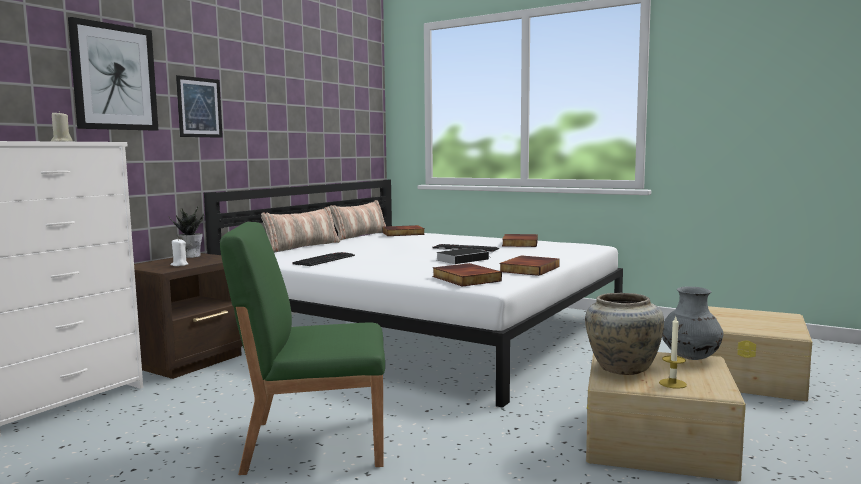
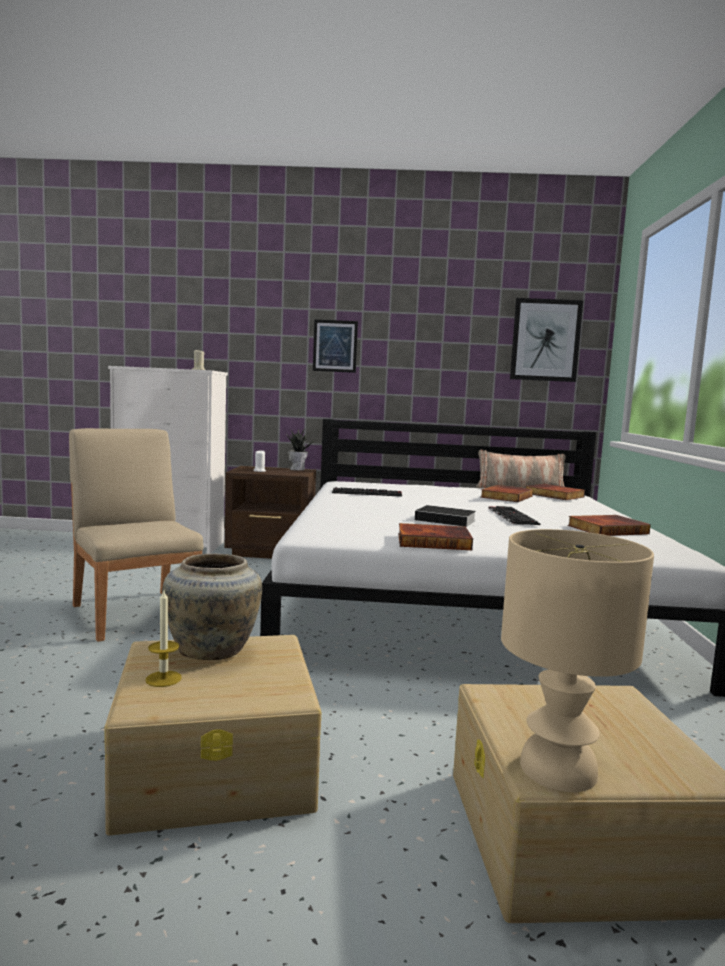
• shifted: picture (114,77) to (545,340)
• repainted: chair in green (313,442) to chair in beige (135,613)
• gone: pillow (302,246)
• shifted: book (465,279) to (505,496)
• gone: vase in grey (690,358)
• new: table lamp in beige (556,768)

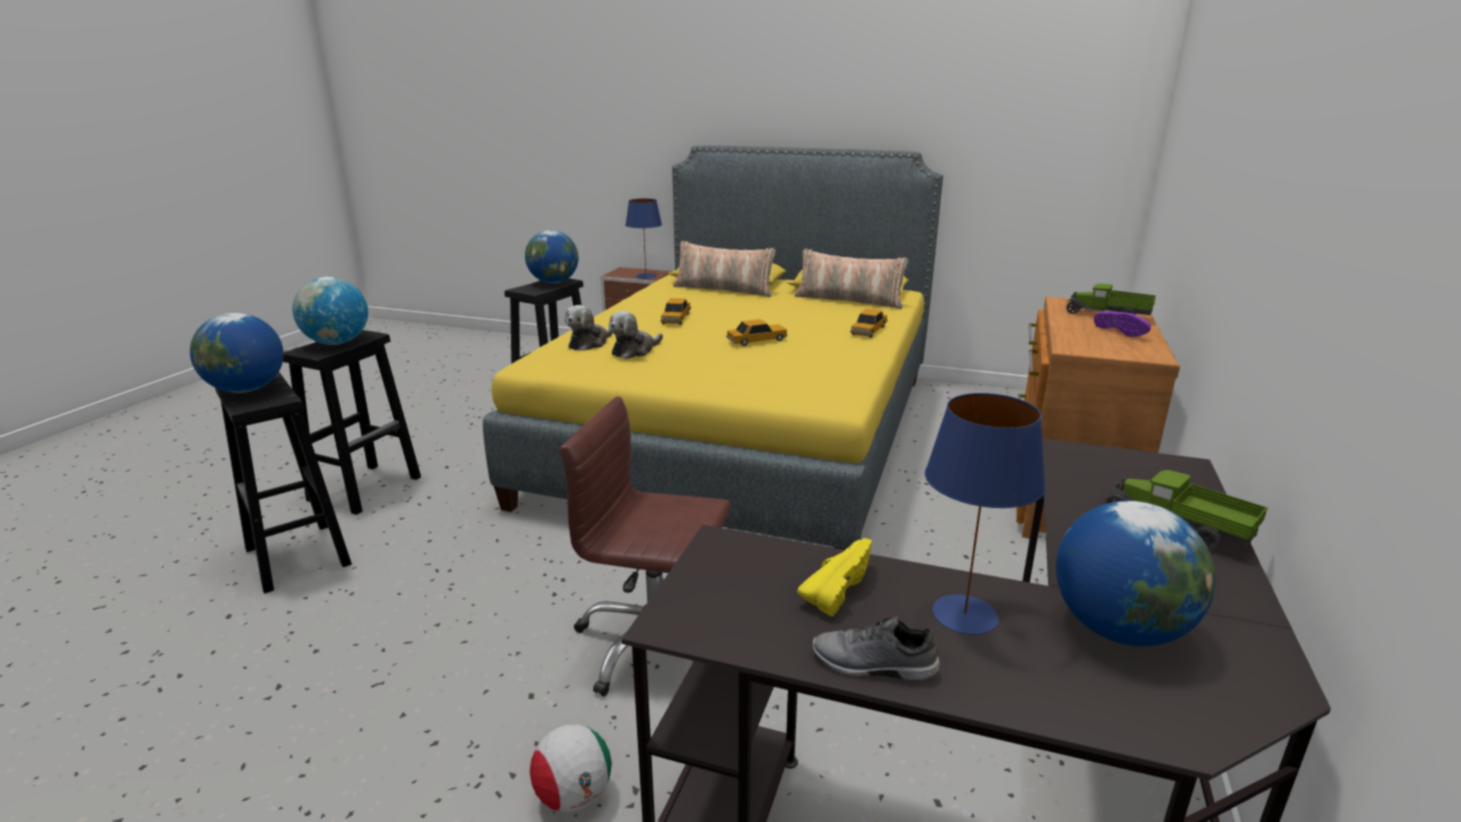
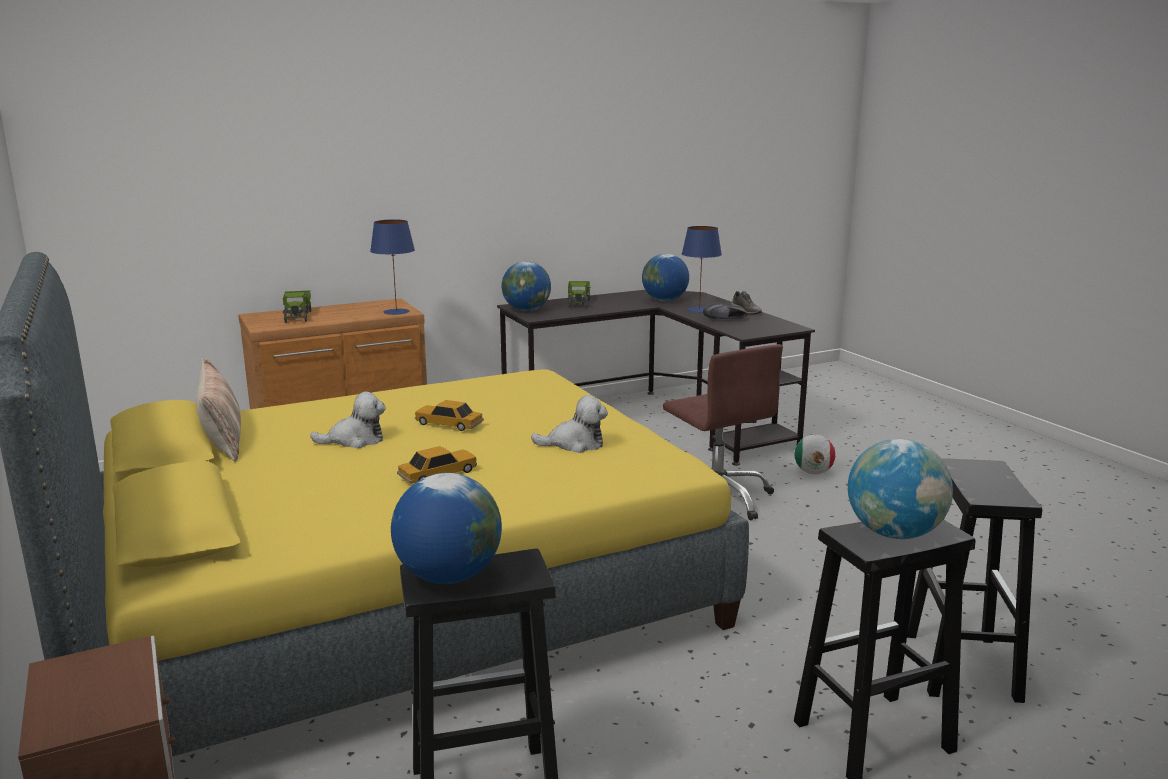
• shifted: globe (247,390) to (527,310)
• shifted: plush toy (589,343) to (355,440)
• shifted: table lamp in blue (646,276) to (396,311)
• gone: pillow (724,290)
• repainted: shoe in yellow (834,587) to shoe in black (726,320)
• gone: toy car (868,330)
• gone: shoe in purple (1123,332)

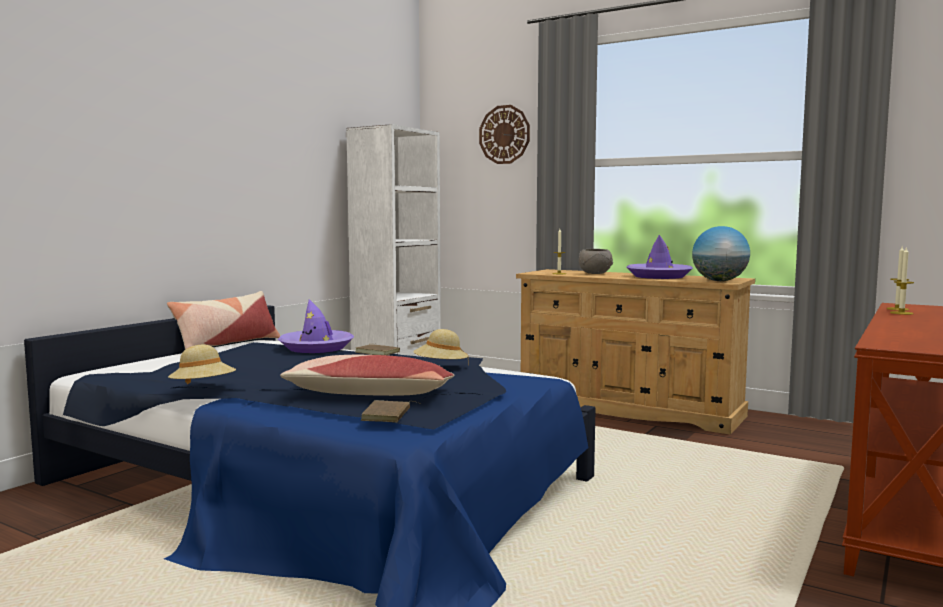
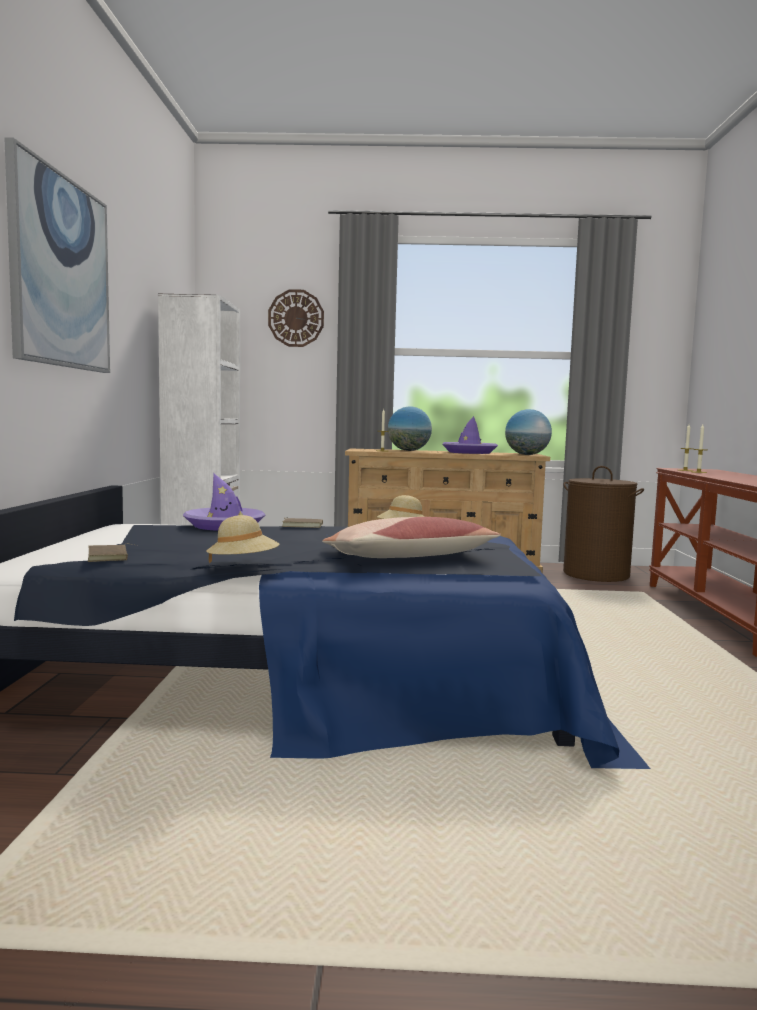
• gone: pillow (227,344)
• shifted: book in brown (388,415) to (110,556)
• swapped: bowl in grey (594,273) to globe (408,450)
• new: picture (61,272)
• new: laundry basket in brown (596,574)

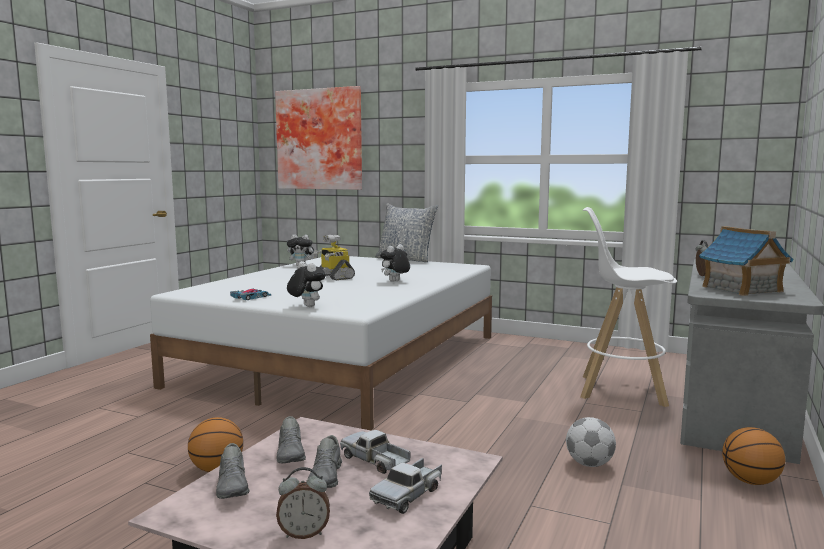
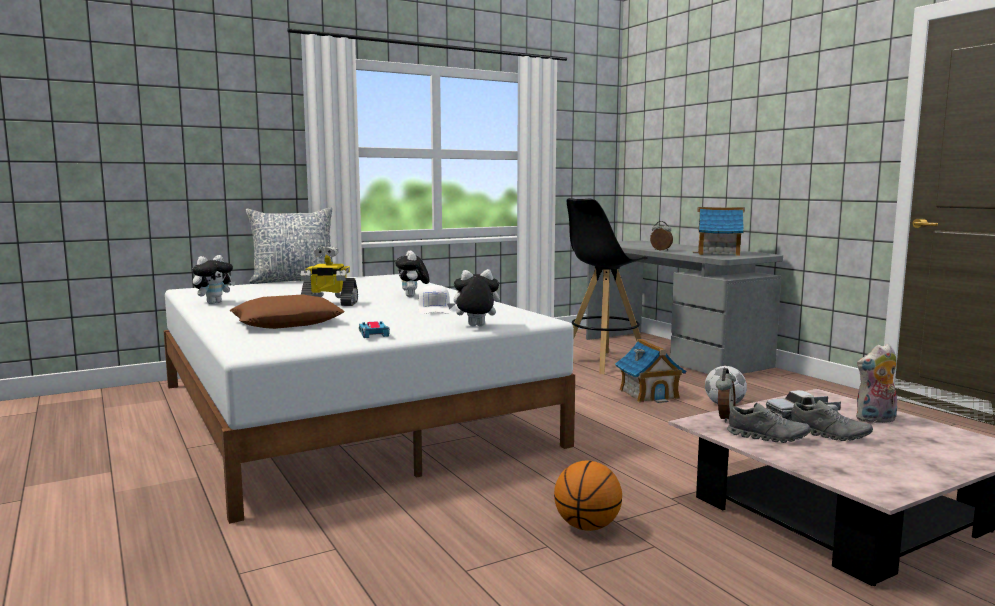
• gone: shoe in grey (233,486)
• gone: picture (320,139)
• shifted: alarm clock (304,533) to (724,418)
• swapped: toy truck (408,495) to plush toy (875,420)
• repainted: stool in white (621,390) to stool in black (603,362)
• gone: basketball (751,481)
• new: pillow in brown (287,322)
• new: cap in white (434,309)
• new: toy house (649,394)

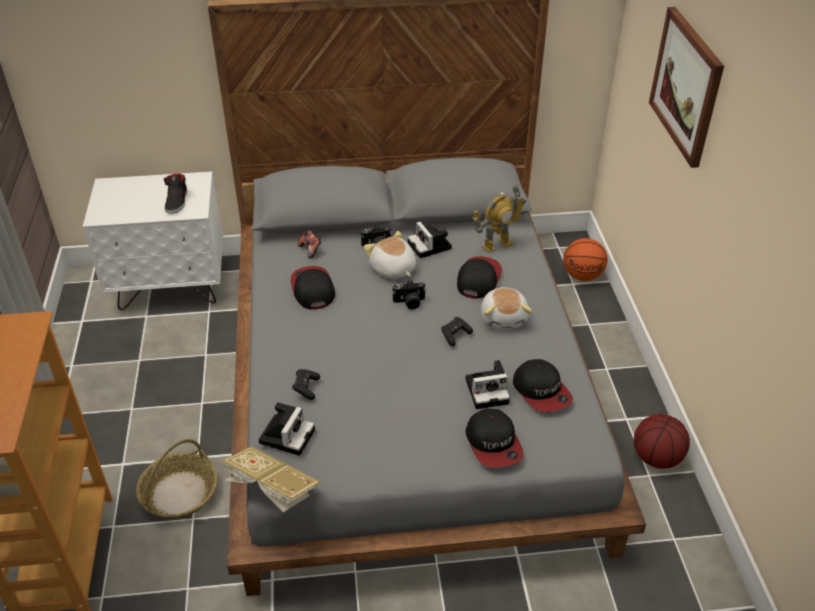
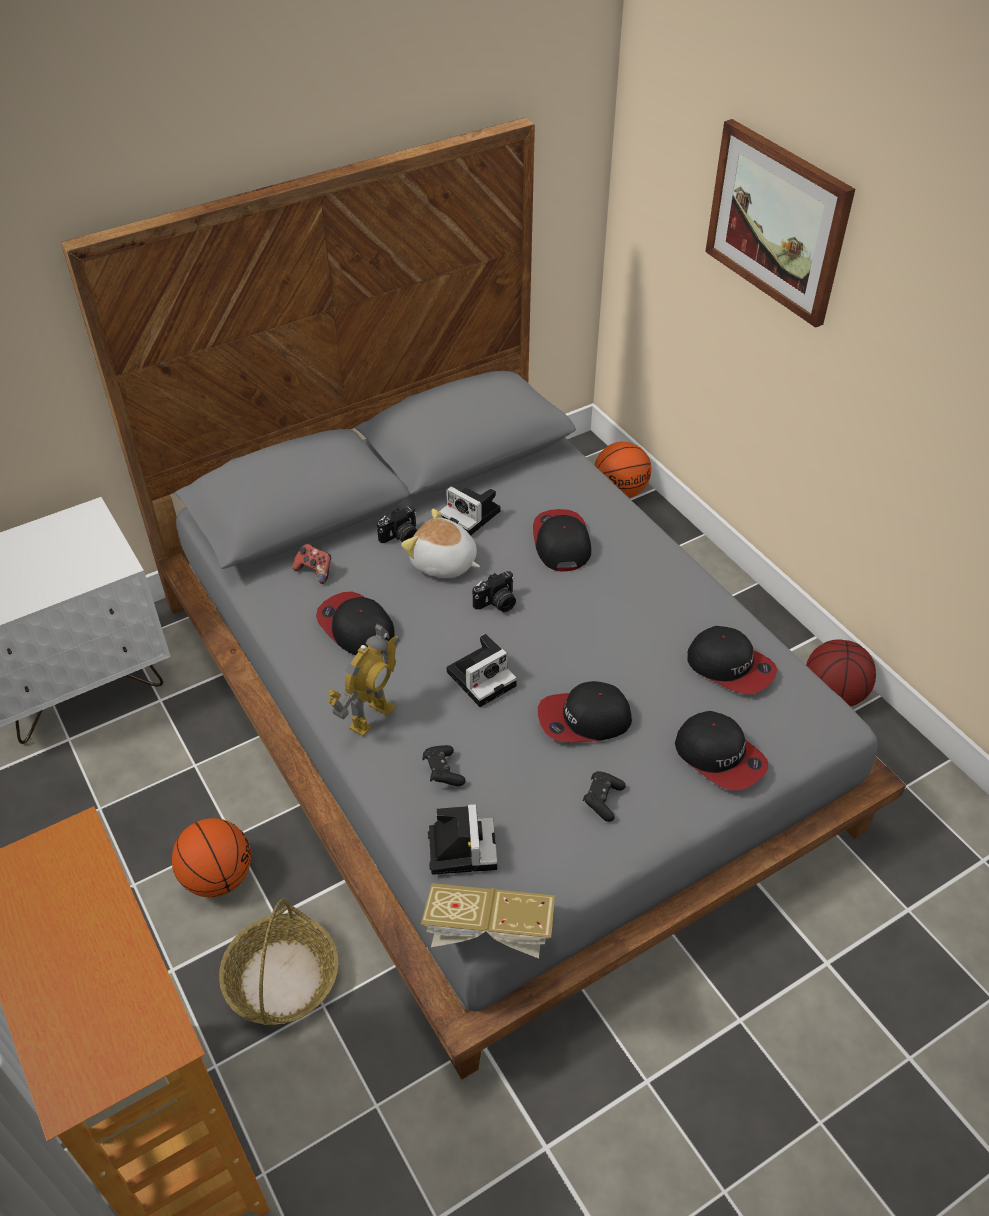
• gone: shoe in black (177,201)
• shifted: game controller in black (455,335) to (602,800)
• shifted: photo camera (488,390) to (482,677)
• shifted: toy robot (497,245) to (371,716)
• gone: plush toy (504,318)
• new: basketball (217,877)
• new: cap (584,719)

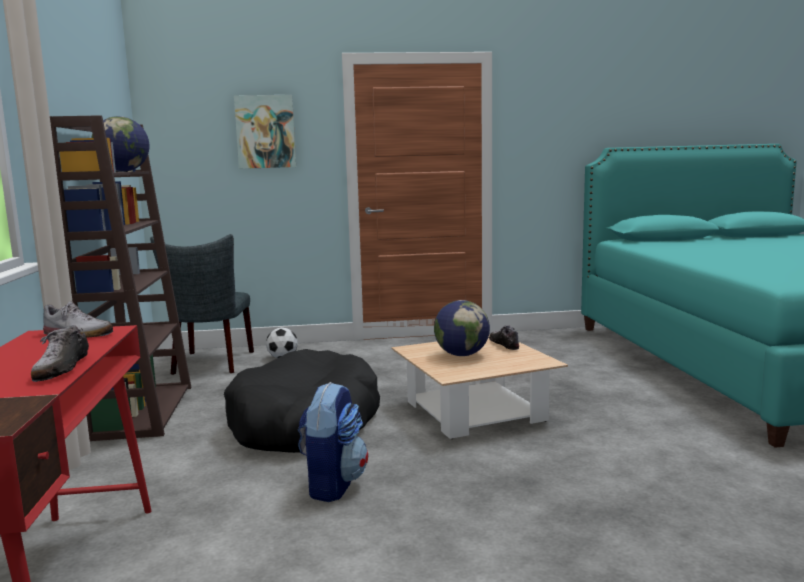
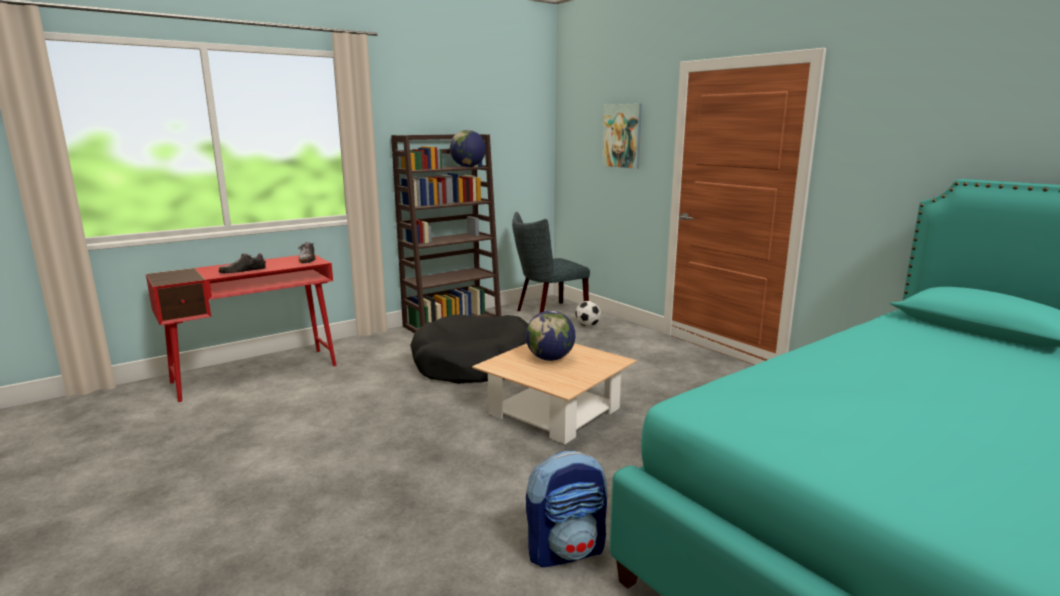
• shifted: backpack (332,484) to (566,550)
• gone: shoe (504,344)

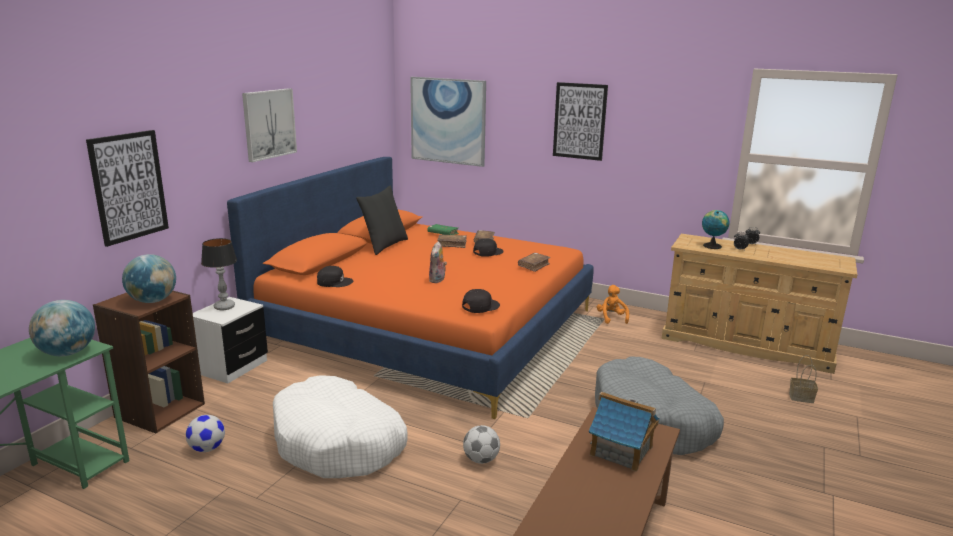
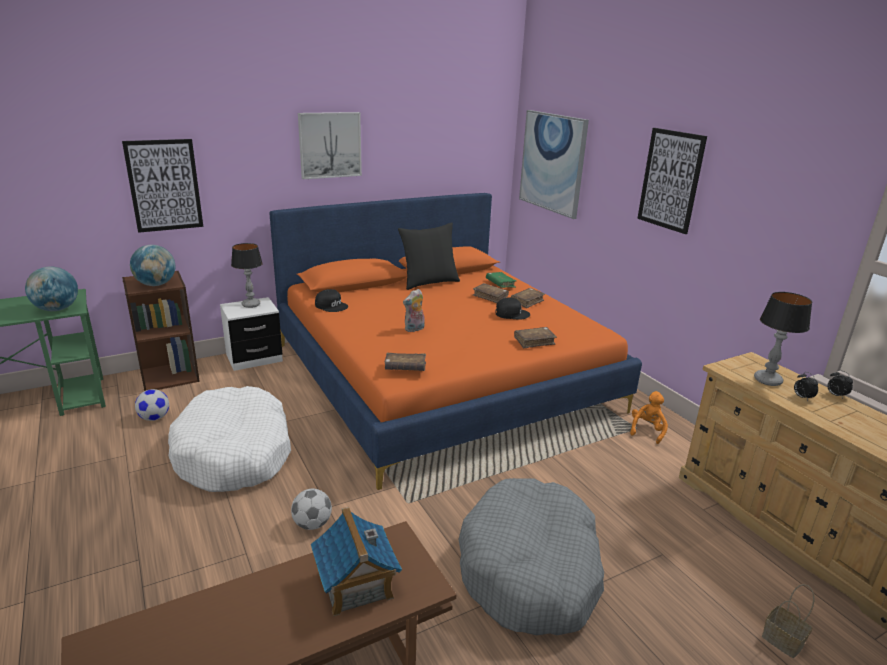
• swapped: cap in black (480,306) to book in brown (405,367)
• swapped: globe (712,246) to table lamp (767,380)

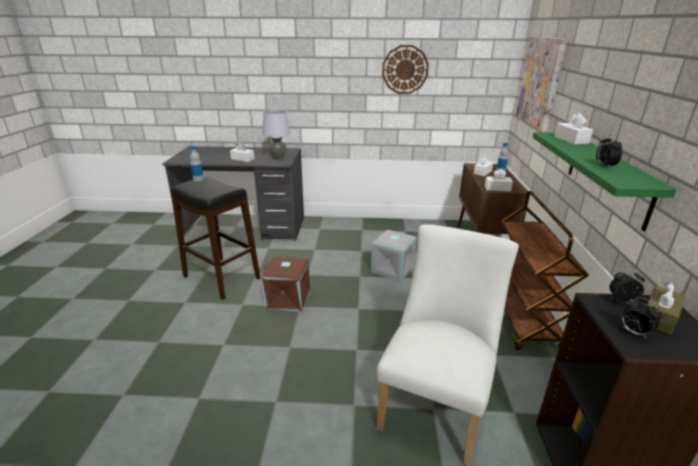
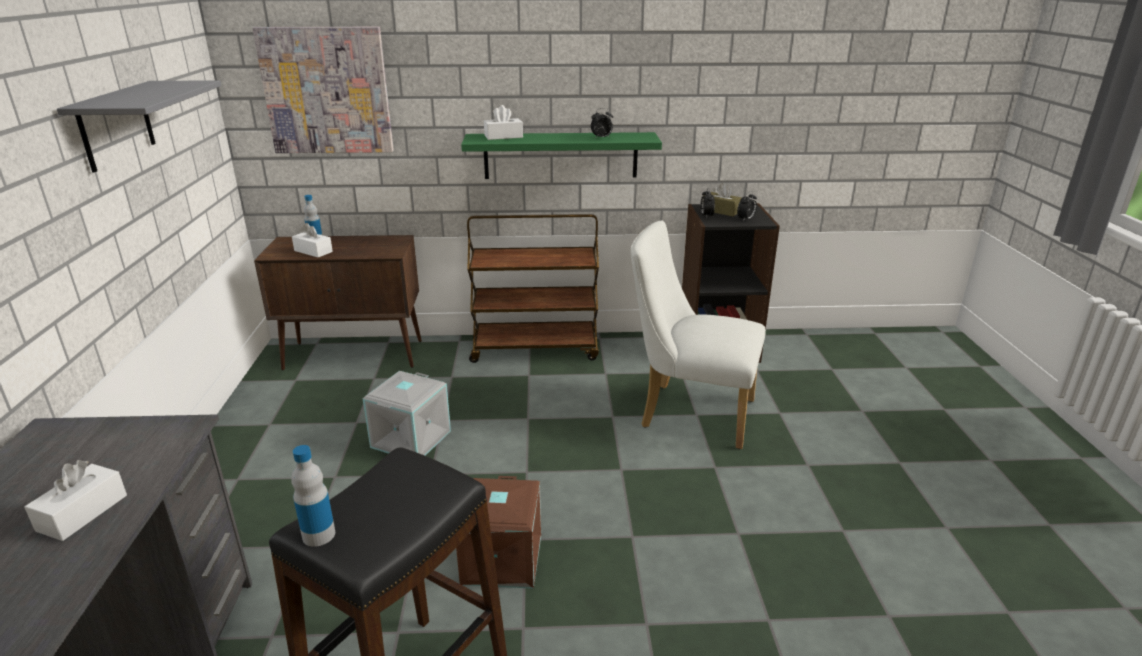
• gone: table lamp in grey (278,158)
• swapped: wall clock (405,69) to shelf in grey (116,125)
• gone: tissue box in white (497,188)

